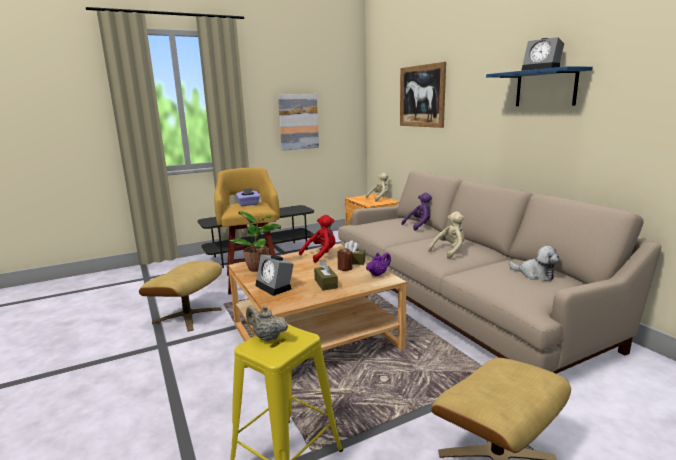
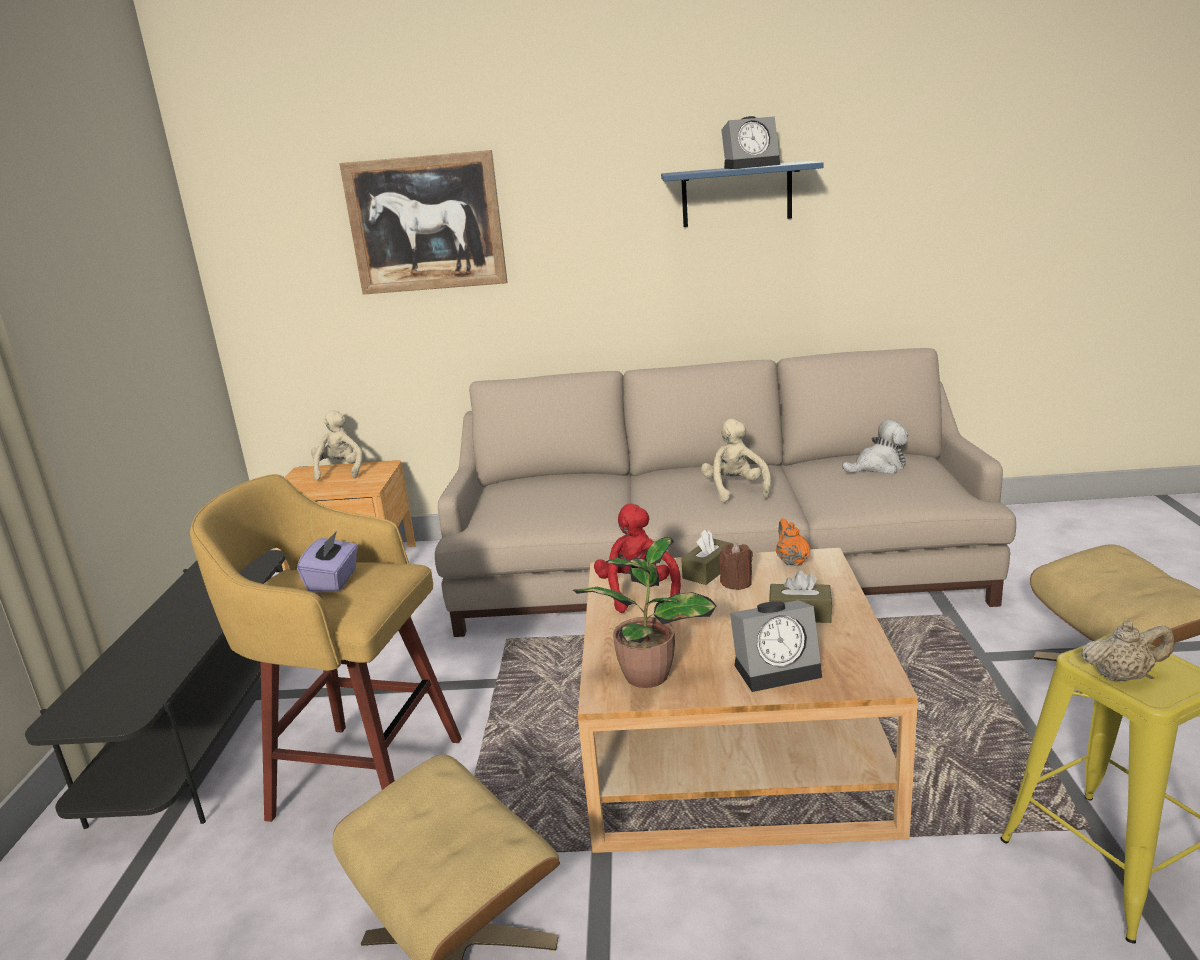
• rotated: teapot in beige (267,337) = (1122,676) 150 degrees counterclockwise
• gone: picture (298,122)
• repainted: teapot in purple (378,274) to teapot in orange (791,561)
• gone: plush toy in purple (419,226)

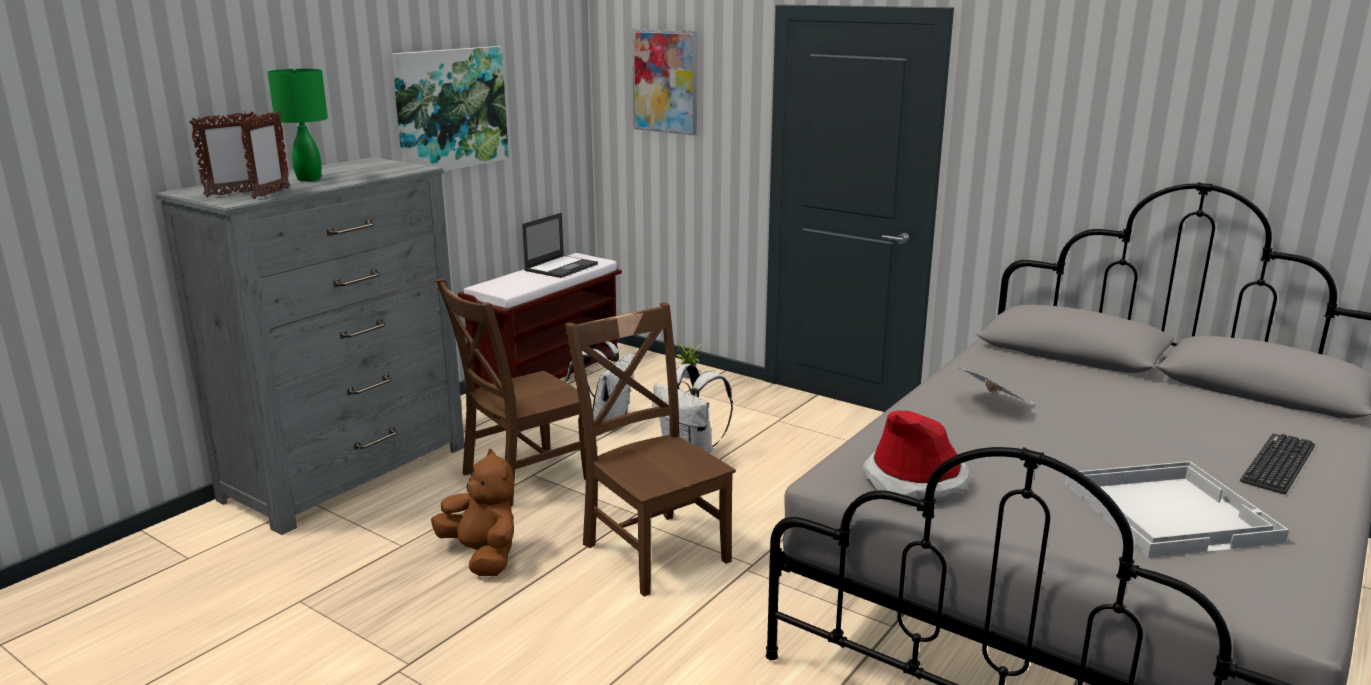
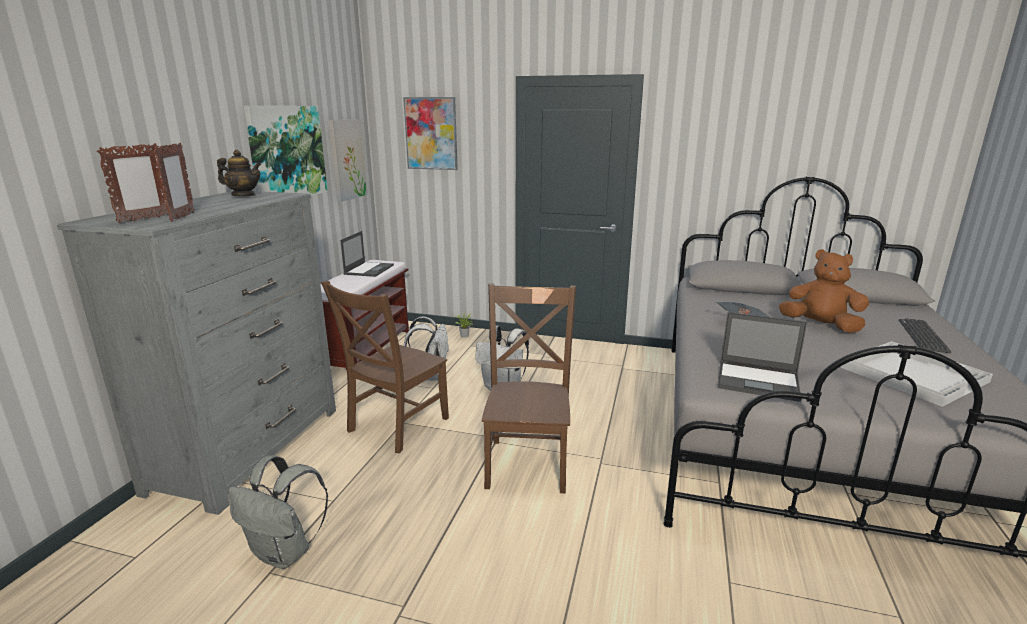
• gone: table lamp in green (309,179)
• shifted: plush toy in brown (482,556) to (820,326)
• rotated: chair in brown (653,549) = (528,461) 60 degrees clockwise
• swapped: hat (914,482) to laptop (759,381)
• new: teapot (243,195)
• new: backpack in grey (285,553)
• new: picture (347,159)

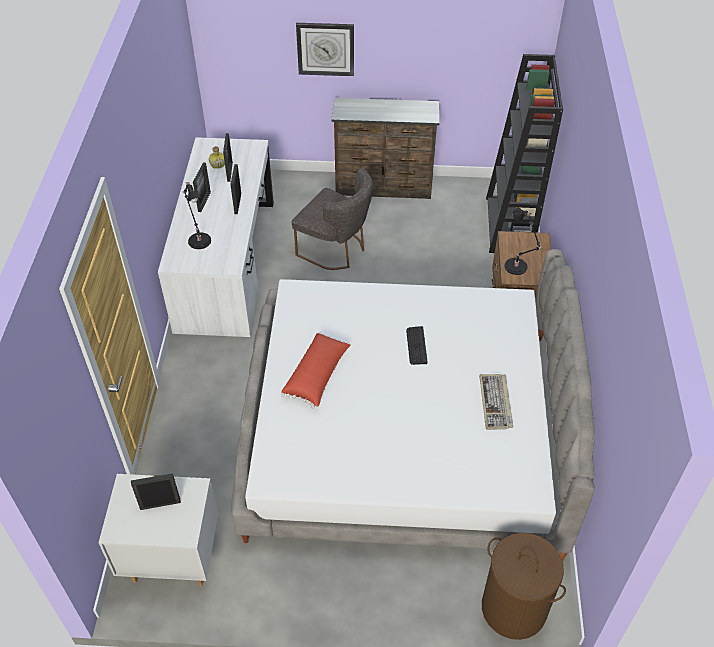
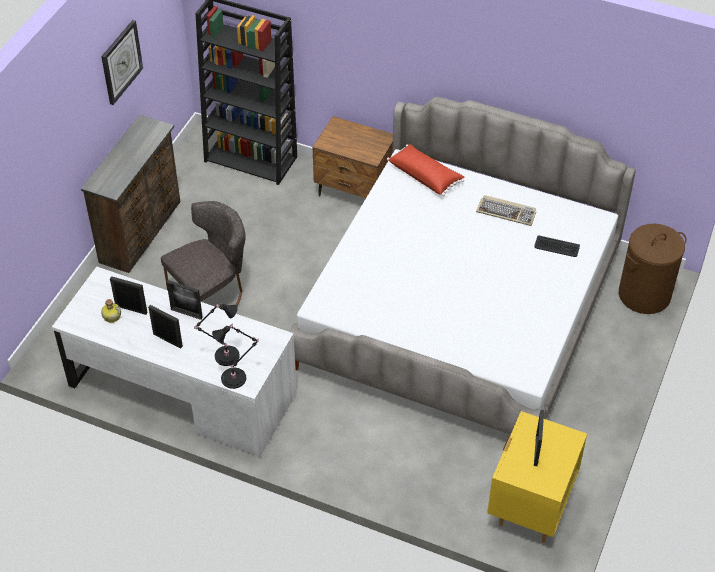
• repainted: nightstand in white (172,559) to nightstand in yellow (530,508)
• shifted: pillow in red (317,375) to (425,176)
• shifted: wall clock (325,49) to (121,62)
• shifted: keyboard (416,346) to (556,247)
• shifted: table lamp in black (517,268) to (236,378)

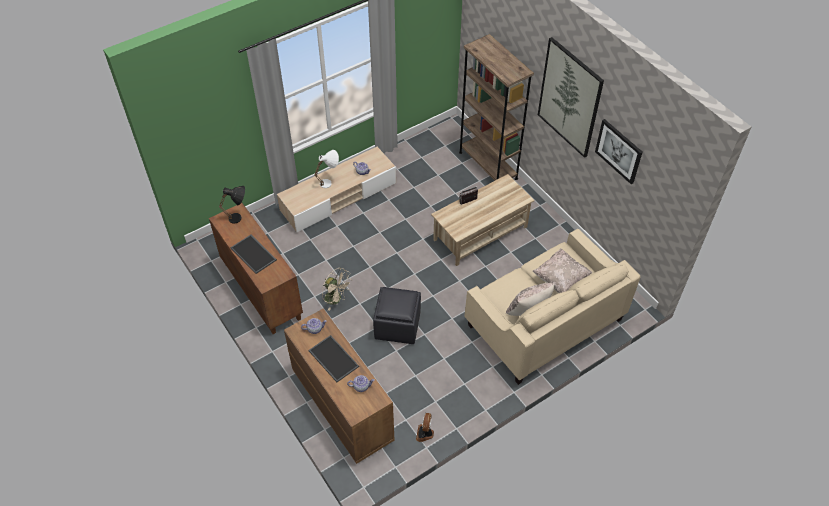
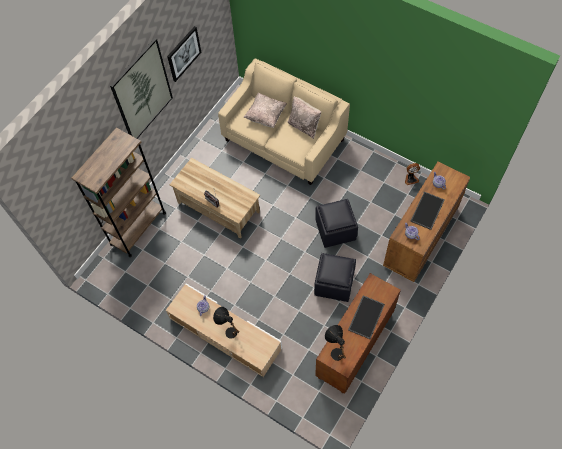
• repainted: table lamp in white (330,182) to table lamp in black (228,329)
• swapped: fan in beige (336,299) to ottoman in black (333,284)

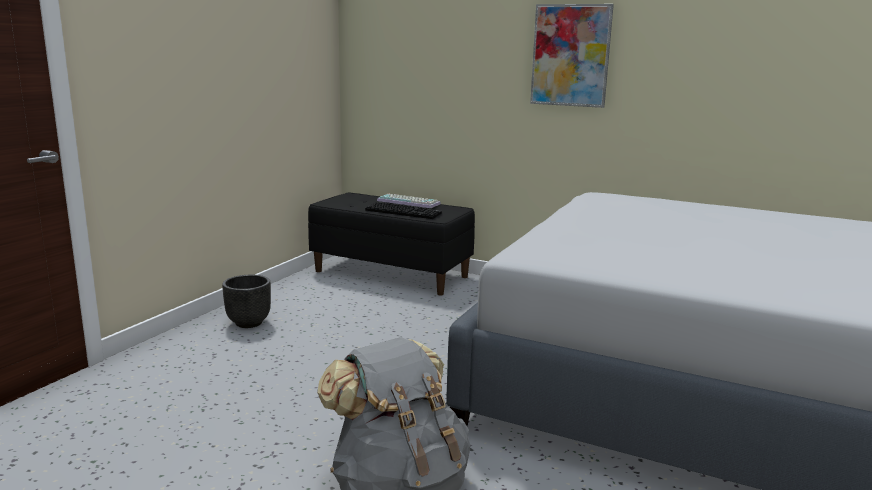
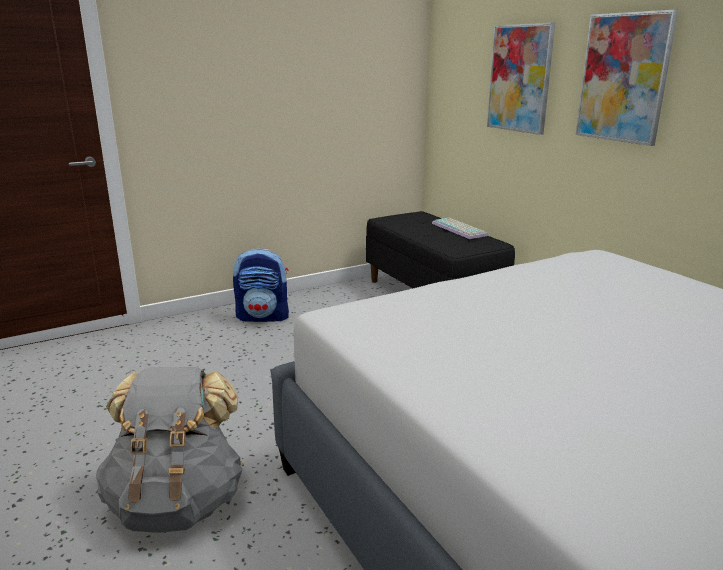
• swapped: planter in black (249,323) to backpack (263,317)
• gone: keyboard (404,212)
• new: picture (520,78)

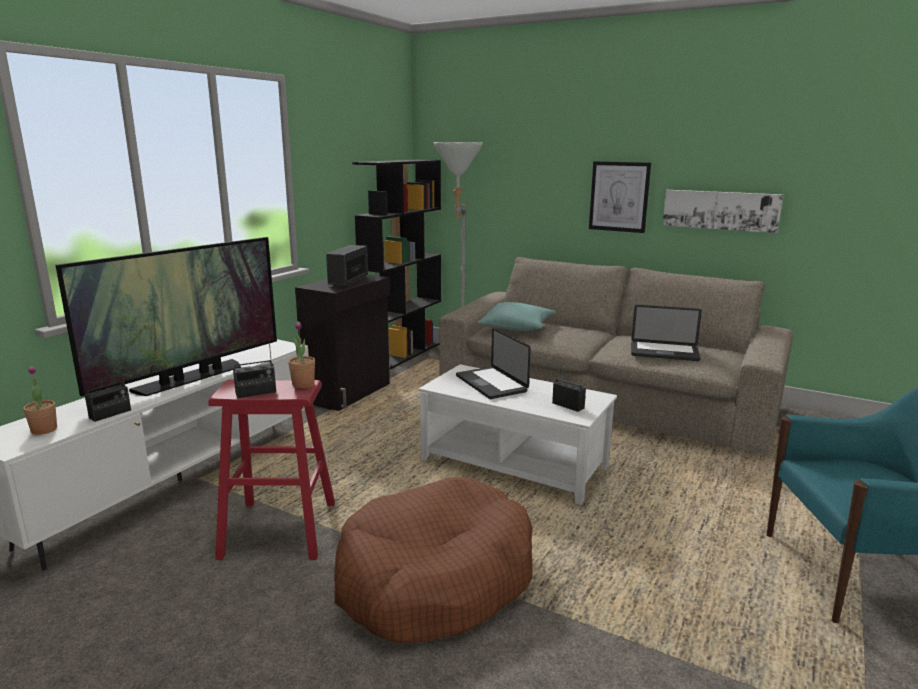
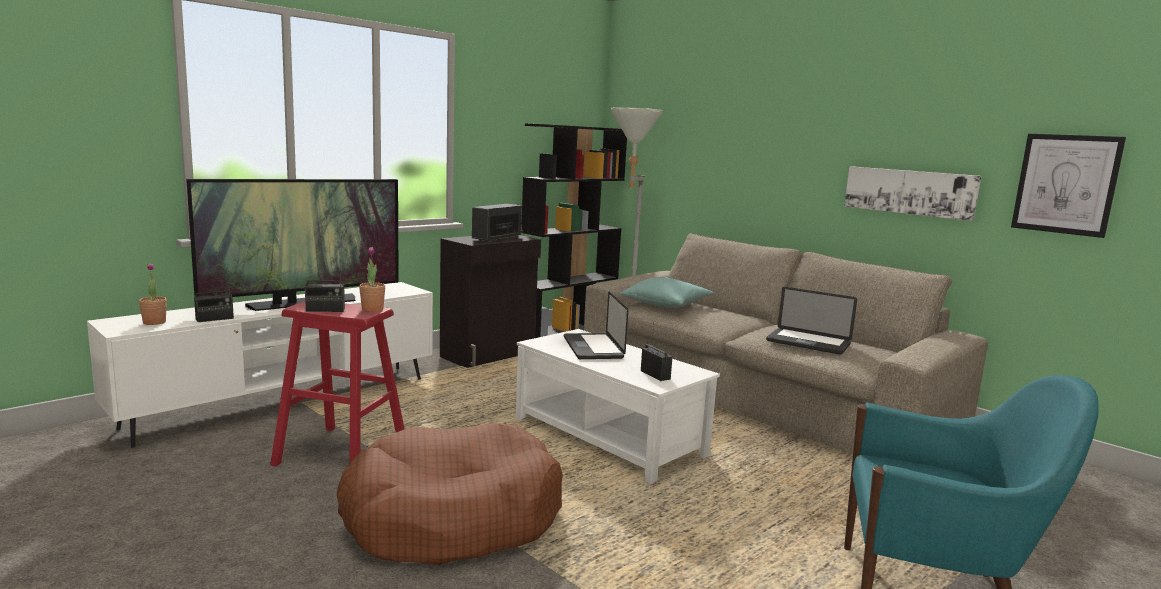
• shifted: picture (619,196) to (1066,184)

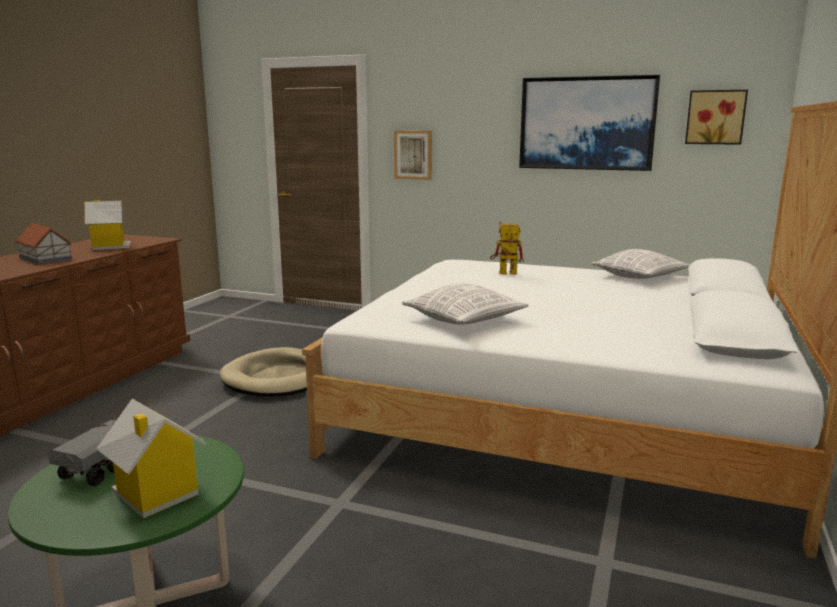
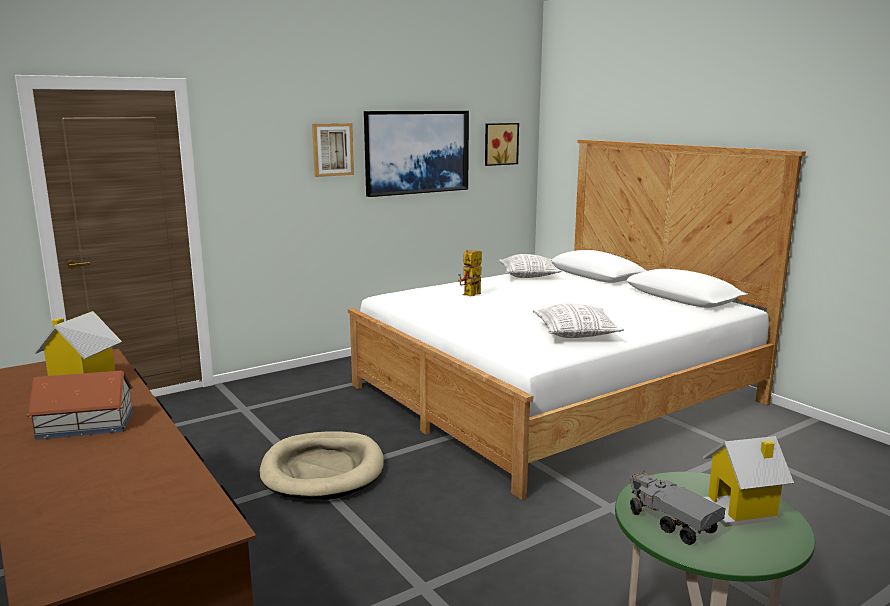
• shifted: picture (413,155) to (332,149)

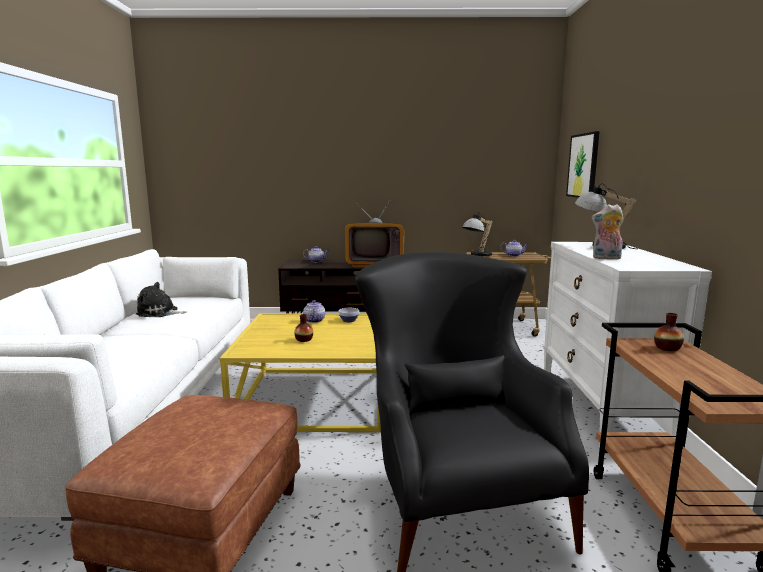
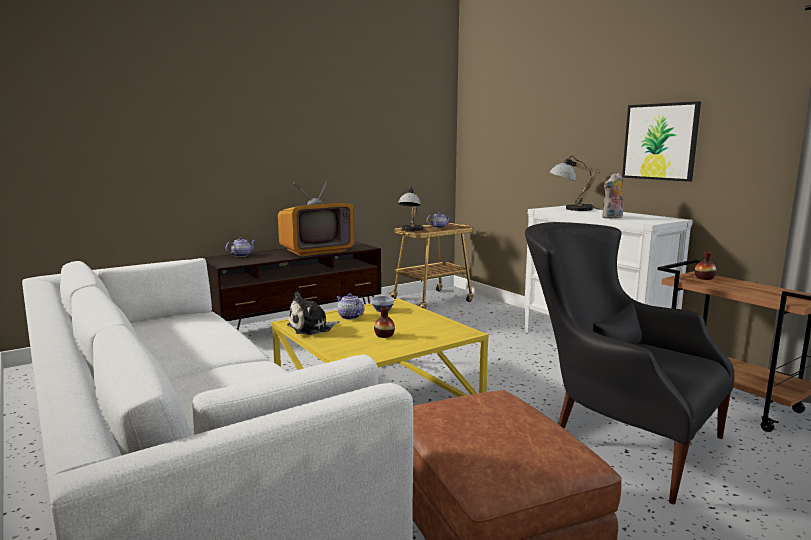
• shifted: plush toy (159,313) to (312,328)
• shifted: picture (583,166) to (660,142)

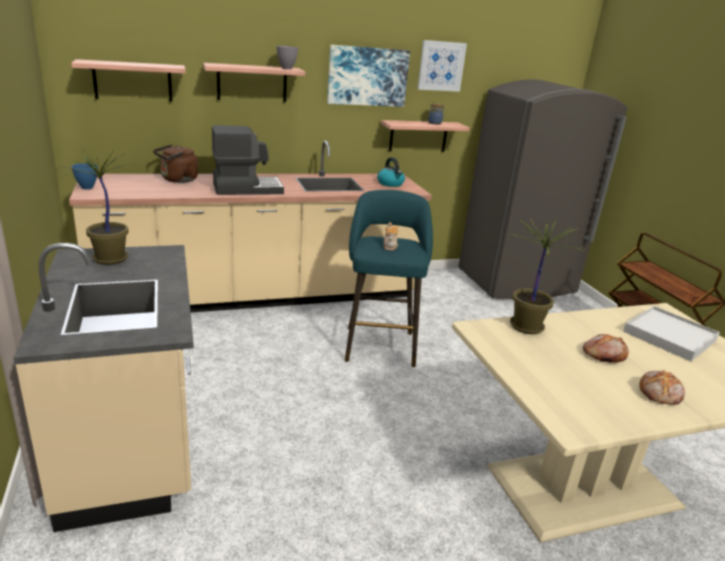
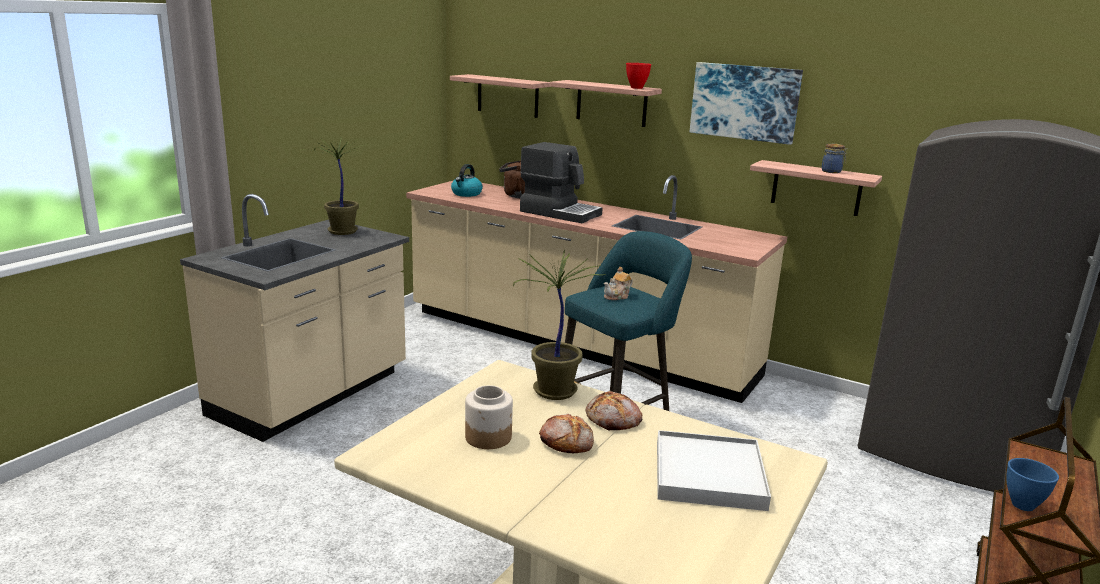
• shifted: bowl in blue (87,187) to (1023,505)
• repainted: bowl in grey (287,68) to bowl in red (637,88)
• shifted: kettle (390,184) to (466,194)
• gone: picture (441,66)
• shifted: bread (660,394) to (613,420)
• new: jar (489,437)

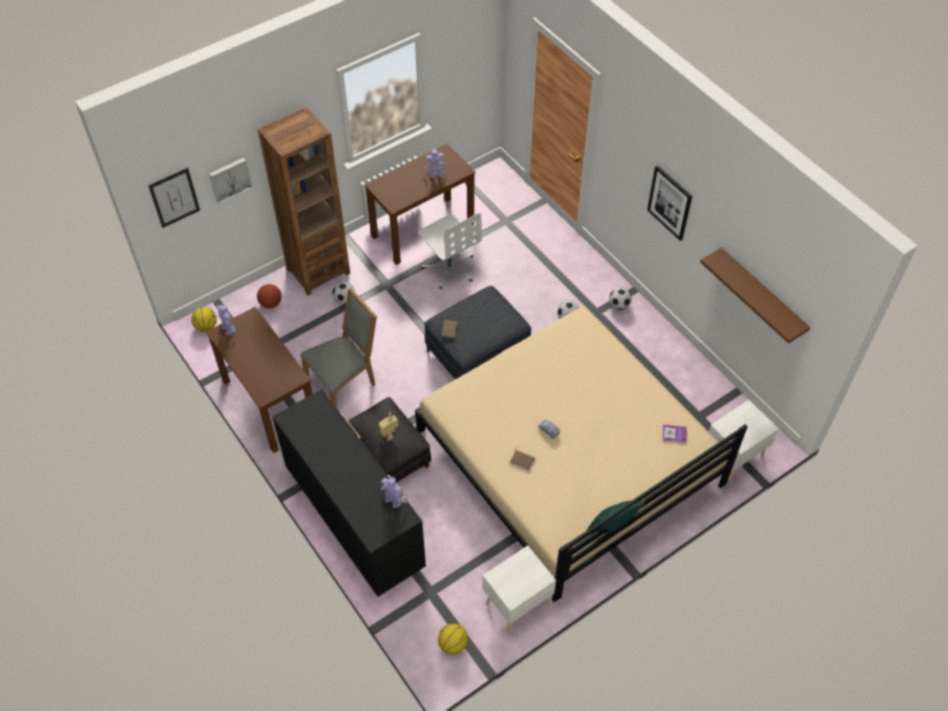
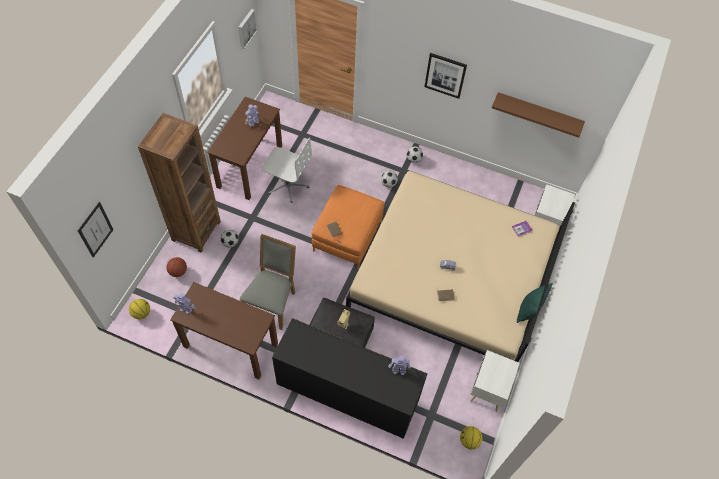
• shifted: picture (230,179) to (246,28)
• repainted: ottoman in grey (477,353) to ottoman in orange (348,236)

